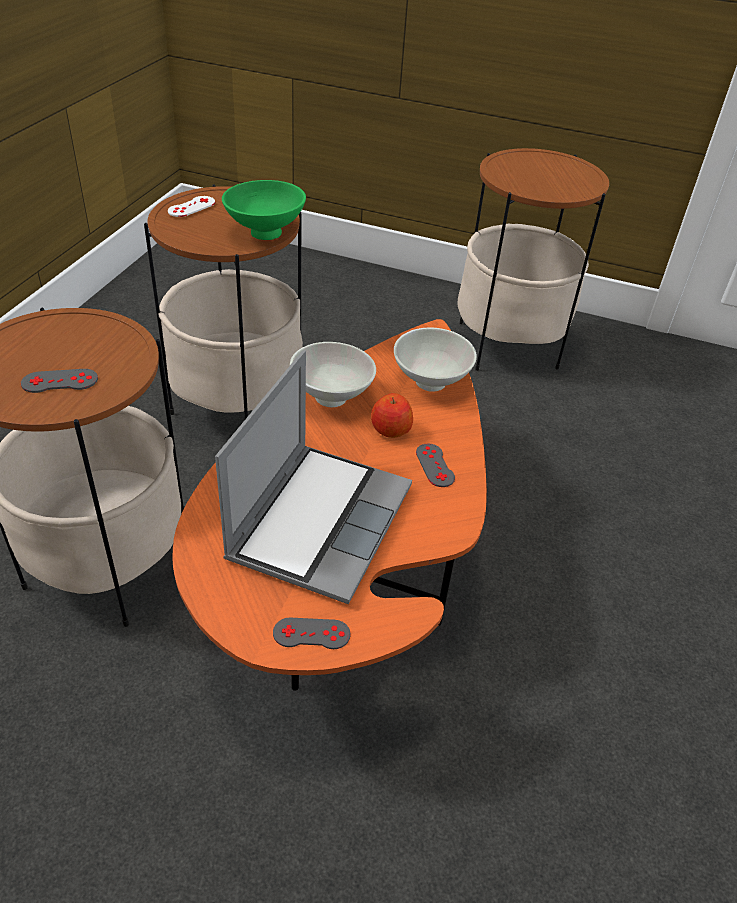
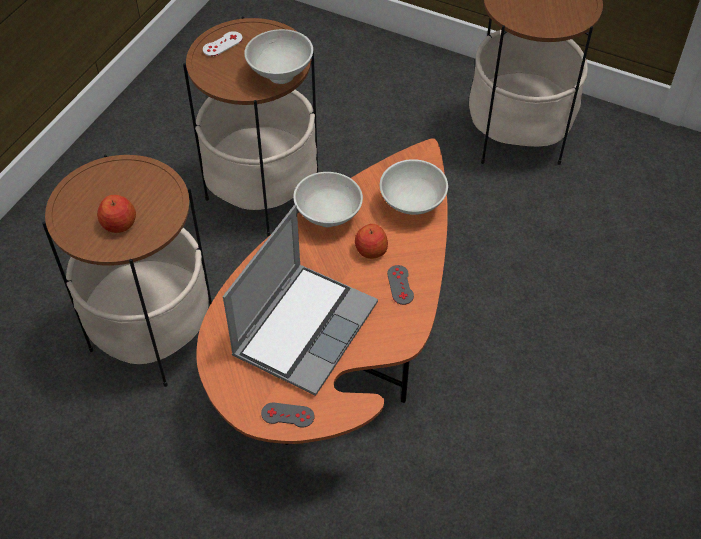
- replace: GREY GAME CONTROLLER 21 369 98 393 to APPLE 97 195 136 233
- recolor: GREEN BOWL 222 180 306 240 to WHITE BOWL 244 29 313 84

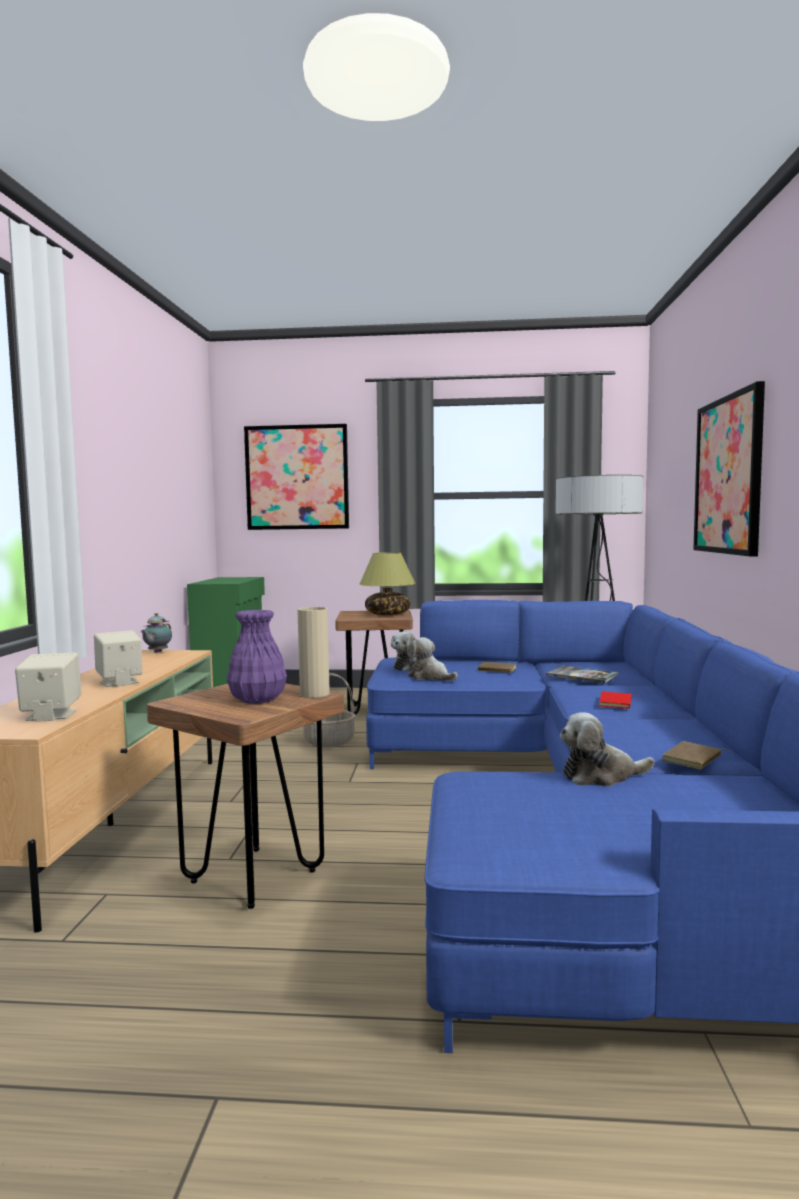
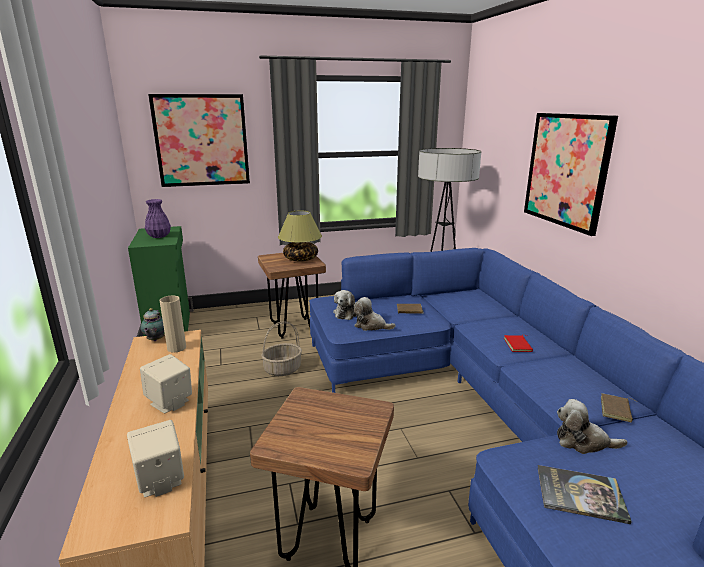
- move: PURPLE VASE 227 610 287 704 to 145 199 171 238
- move: BEIGE VASE 297 607 330 698 to 159 296 186 353
- move: BOOK 546 665 619 683 to 538 465 632 524
- rotate: PLUSH TOY 560 712 654 786 = 557 399 628 454 45 degrees clockwise

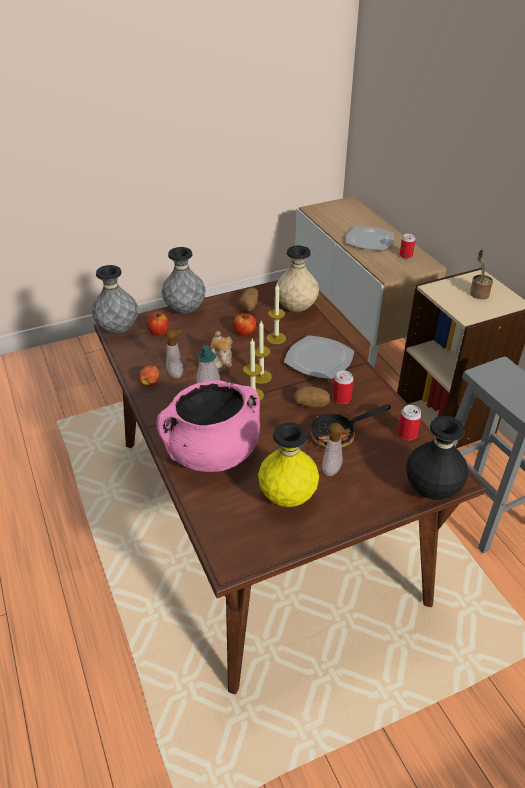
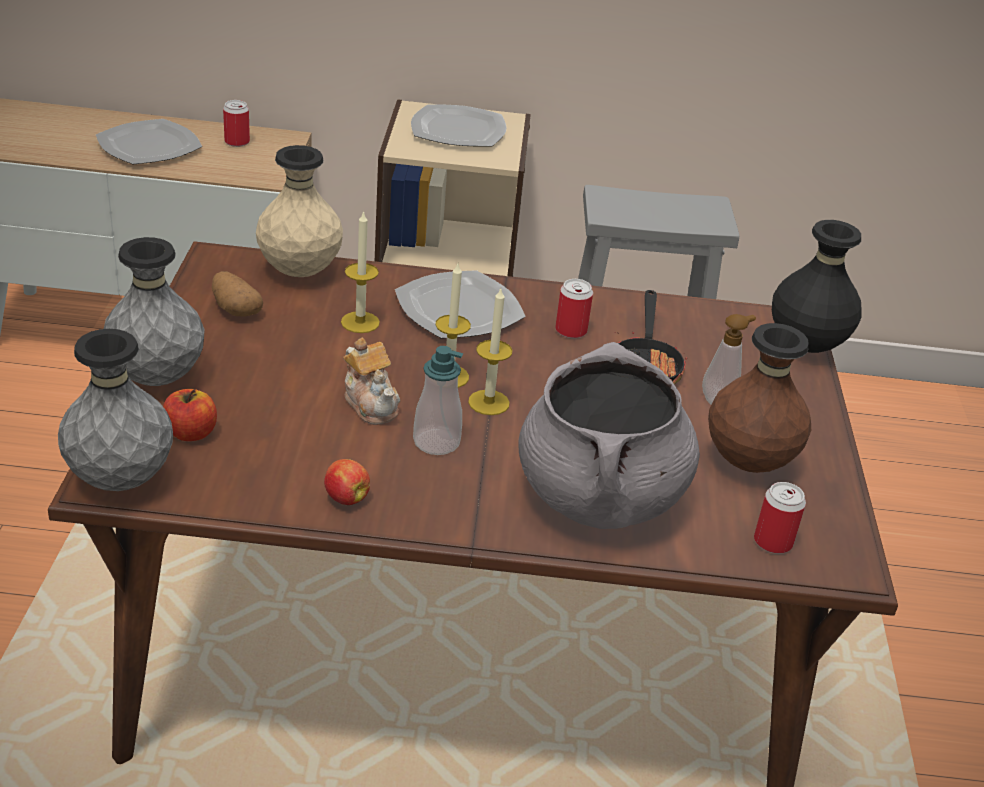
- replace: POTTED PLANT 470 249 493 299 to PLATE 411 104 506 147
- recolor: PINK COOKING POT 156 381 260 472 to GREY COOKING POT 518 342 700 529
- recolor: YELLOW VASE 258 422 319 507 to BROWN VASE 708 323 811 473
- move: CAN 398 405 422 440 to 754 482 806 554
- delete: SOAP DISPENSER 165 329 183 379
- delete: APPLE 233 313 257 336
- delete: POTATO 294 386 330 408

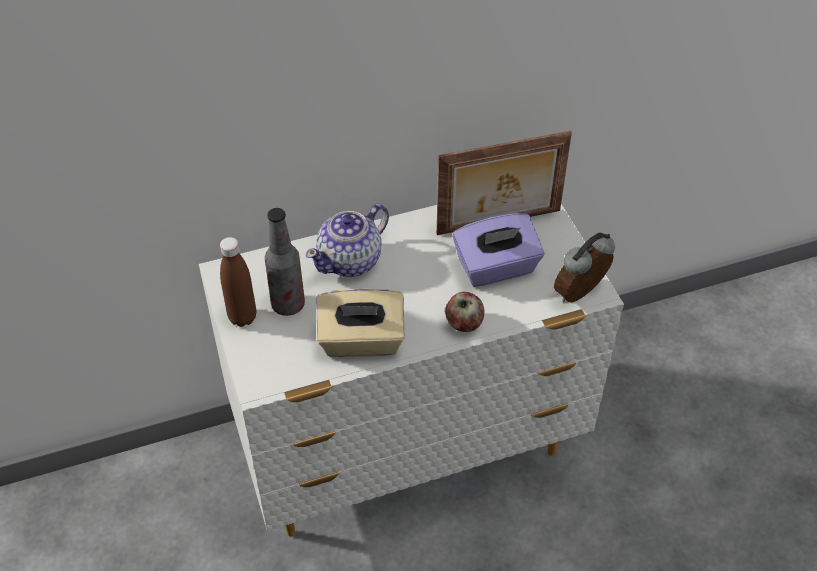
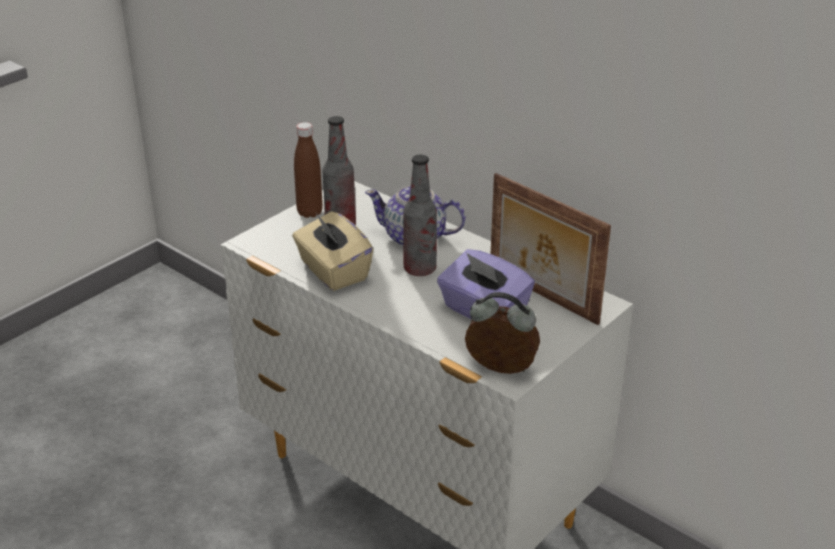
- insert: BOTTLE 404 155 437 276
- delete: APPLE 445 292 484 332

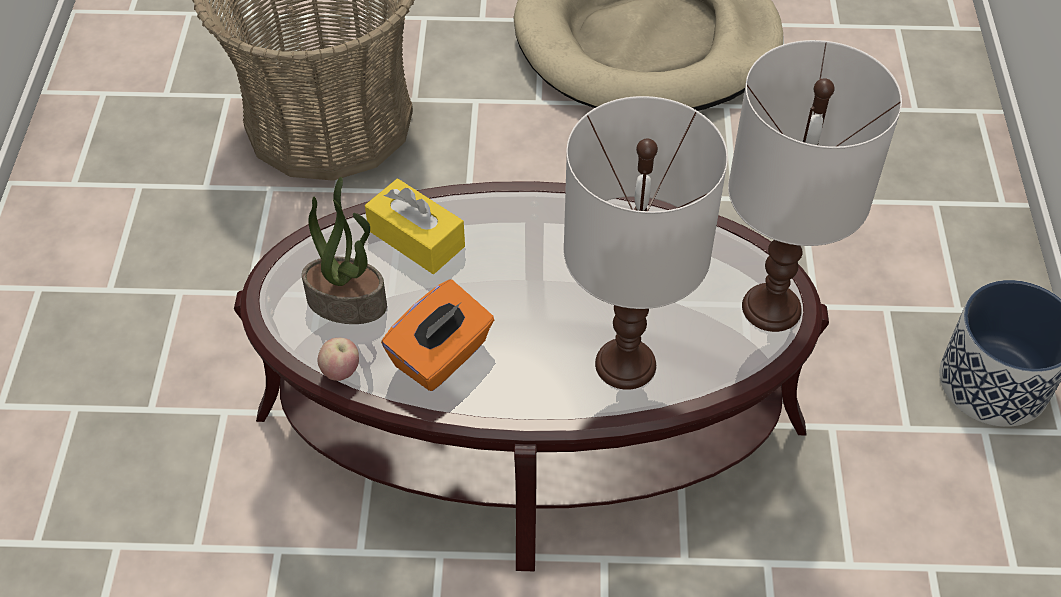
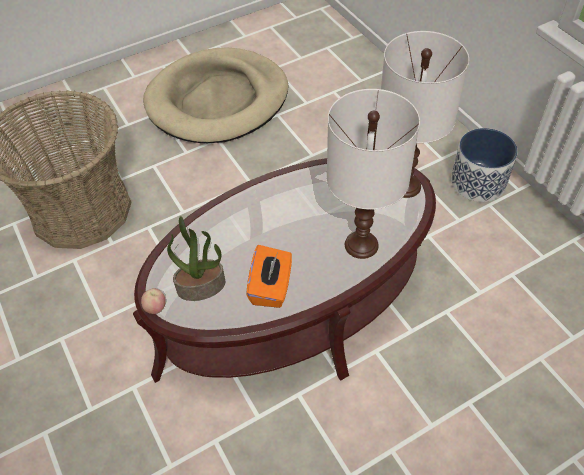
- move: APPLE 318 338 359 381 to 141 288 166 314
- delete: YELLOW TISSUE BOX 365 179 465 274

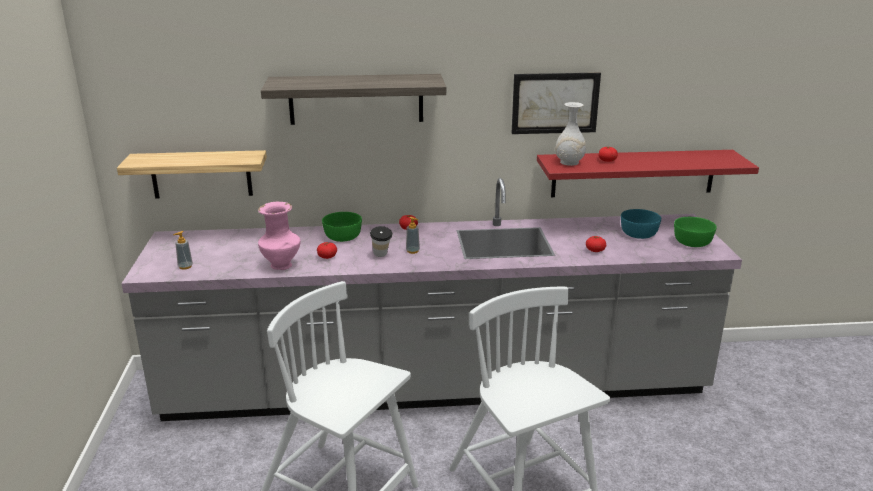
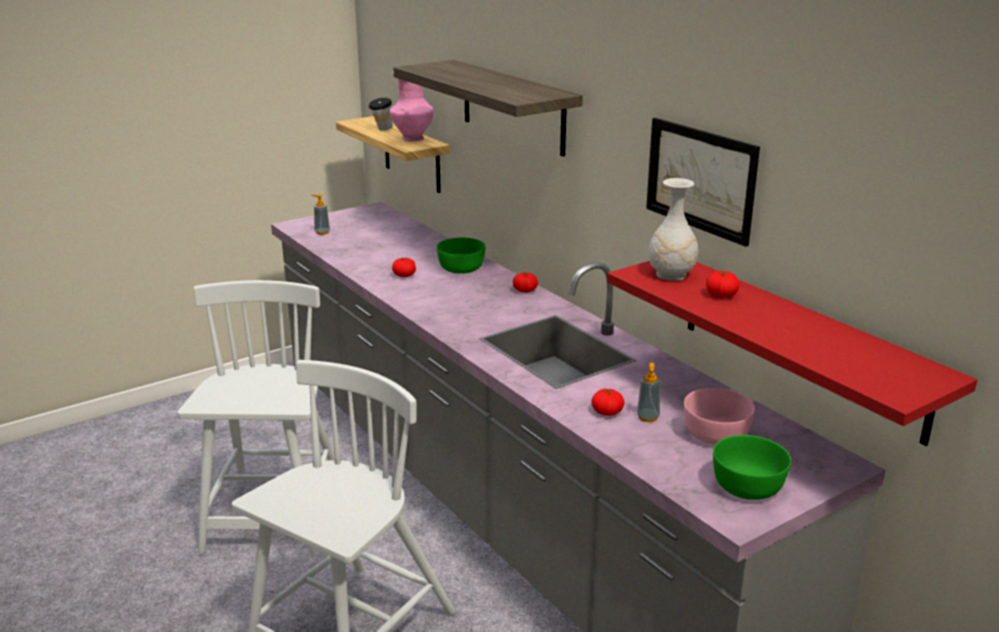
- move: CUP 370 226 393 257 to 368 98 393 131
- move: PINK VASE 258 202 301 270 to 390 71 434 142
- move: SOAP DISPENSER 406 217 420 254 to 637 363 661 422
- recolor: TURQUOISE BOWL 621 209 661 239 to PINK BOWL 684 388 755 445

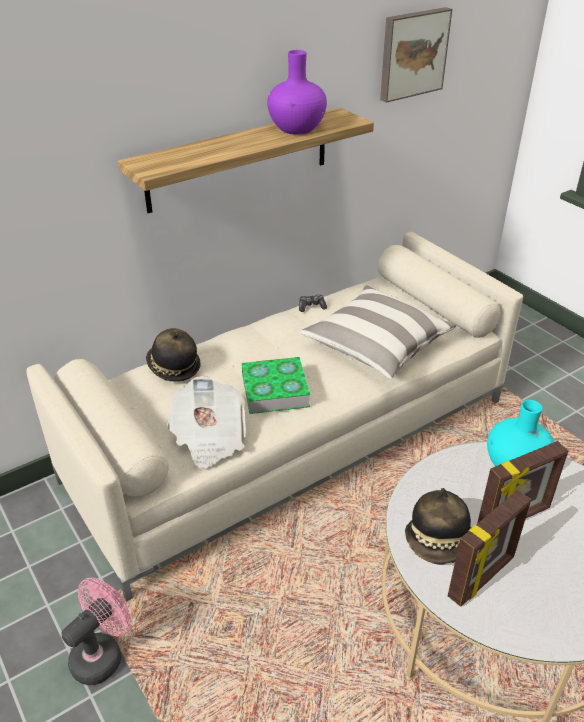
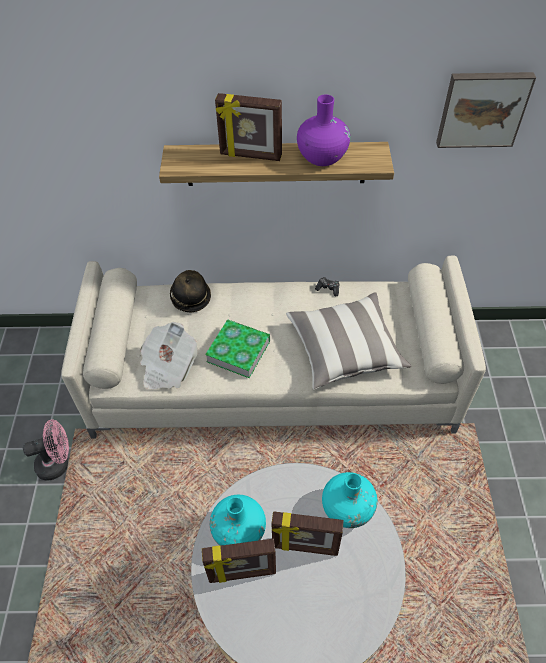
- replace: HAT 405 488 471 565 to TURQUOISE VASE 210 495 266 546
- insert: PICTURE FRAME 215 93 282 161

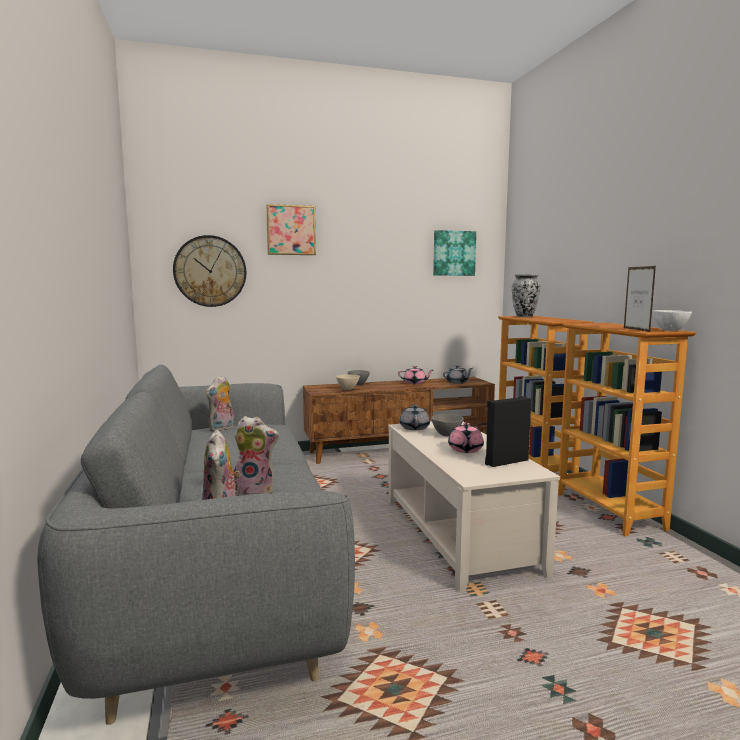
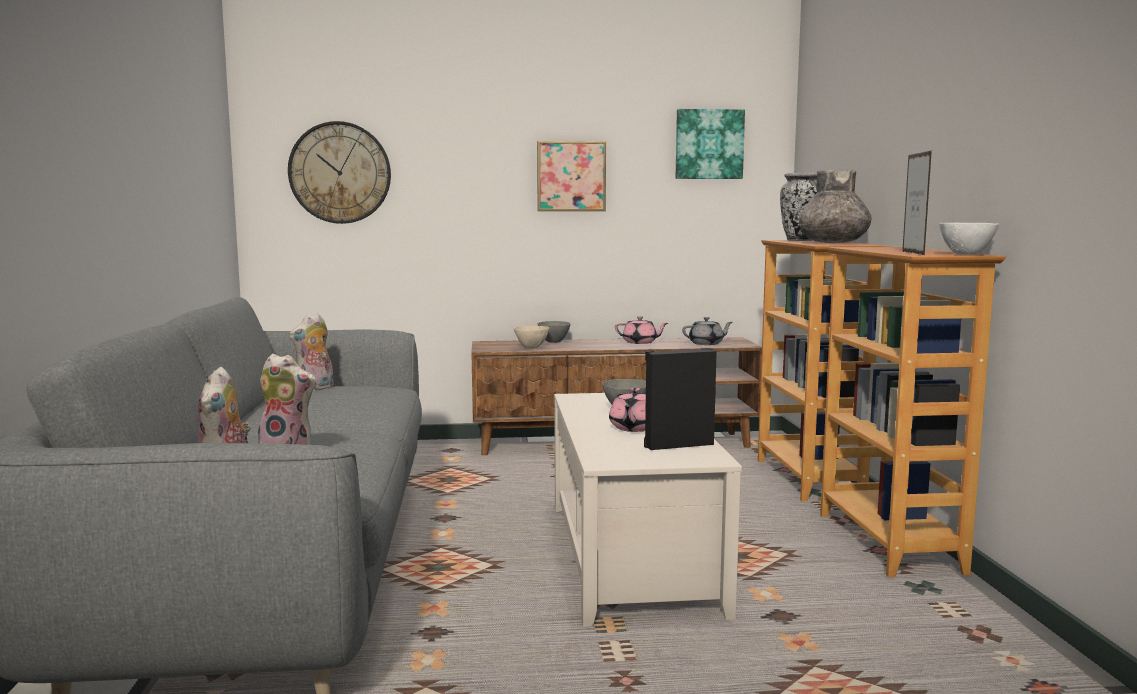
- move: PICTURE 266 204 316 255 to 537 141 606 211
- insert: GREY VASE 799 170 872 243
- delete: GREY TEAPOT 400 404 430 430

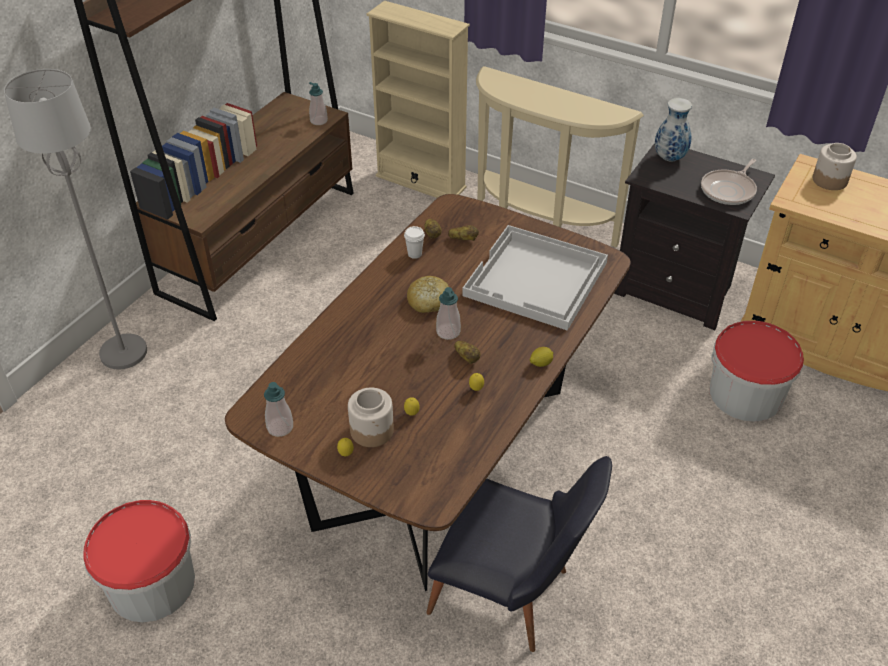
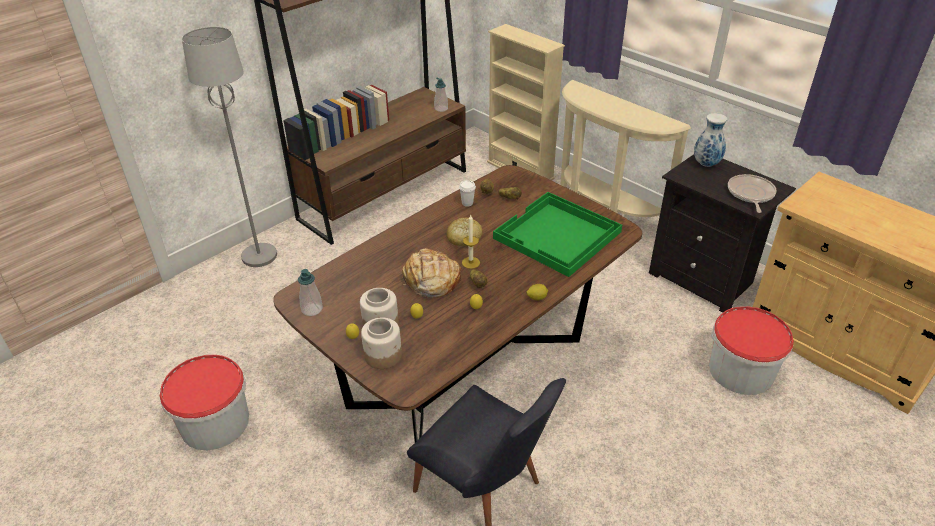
- move: JAR 813 143 857 190 to 361 317 402 369
- insert: BREAD 402 248 461 298
- replace: SOAP DISPENSER 436 287 461 340 to CANDLE 462 215 480 269
- recolor: WHITE TRAY 462 225 608 331 to GREEN TRAY 493 192 622 277
- rotate: FRYING PAN 701 159 757 205 = 728 174 776 213 135 degrees clockwise

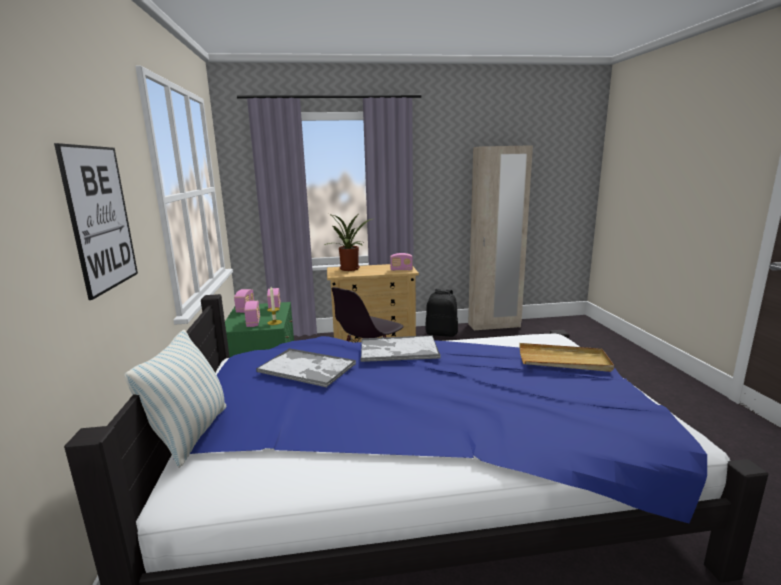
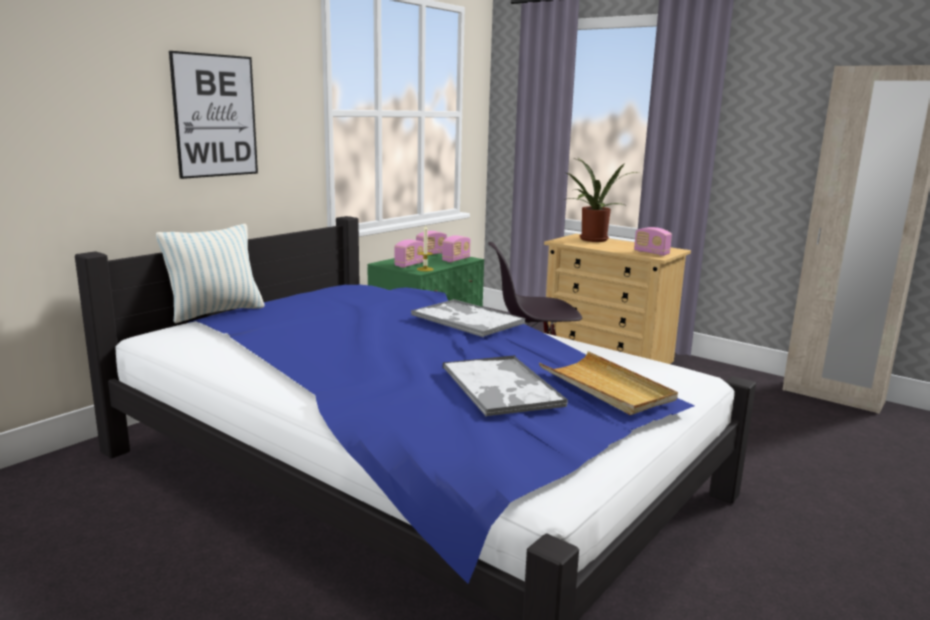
- move: TRAY 256 348 356 387 to 443 355 568 416
- delete: BLACK BACKPACK 425 289 458 337

